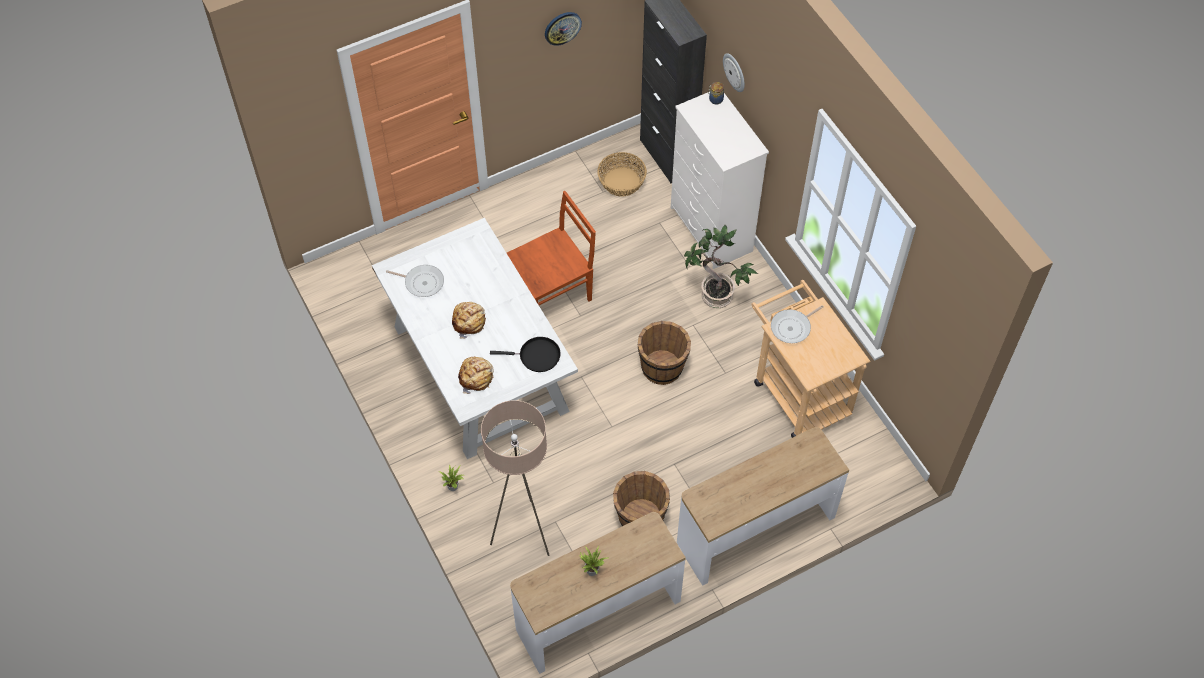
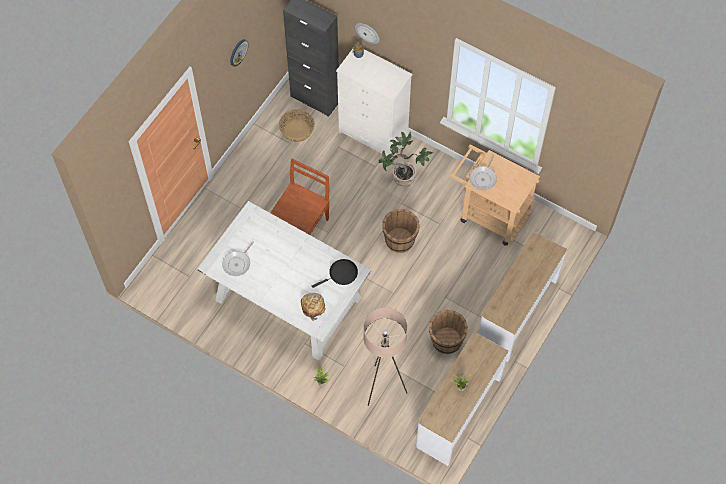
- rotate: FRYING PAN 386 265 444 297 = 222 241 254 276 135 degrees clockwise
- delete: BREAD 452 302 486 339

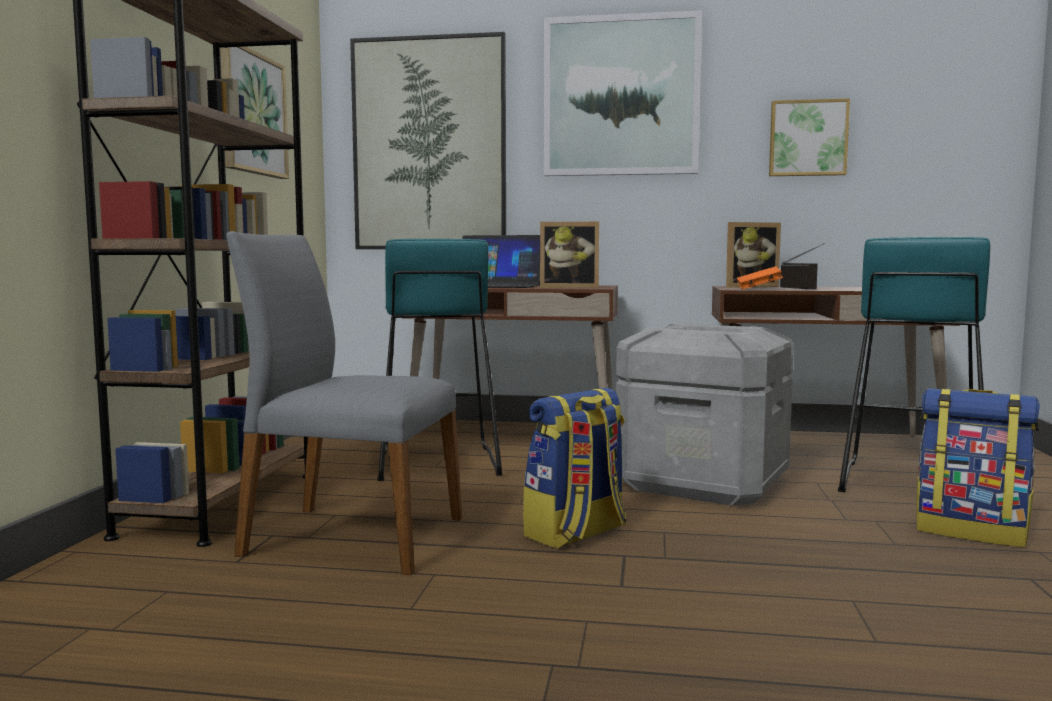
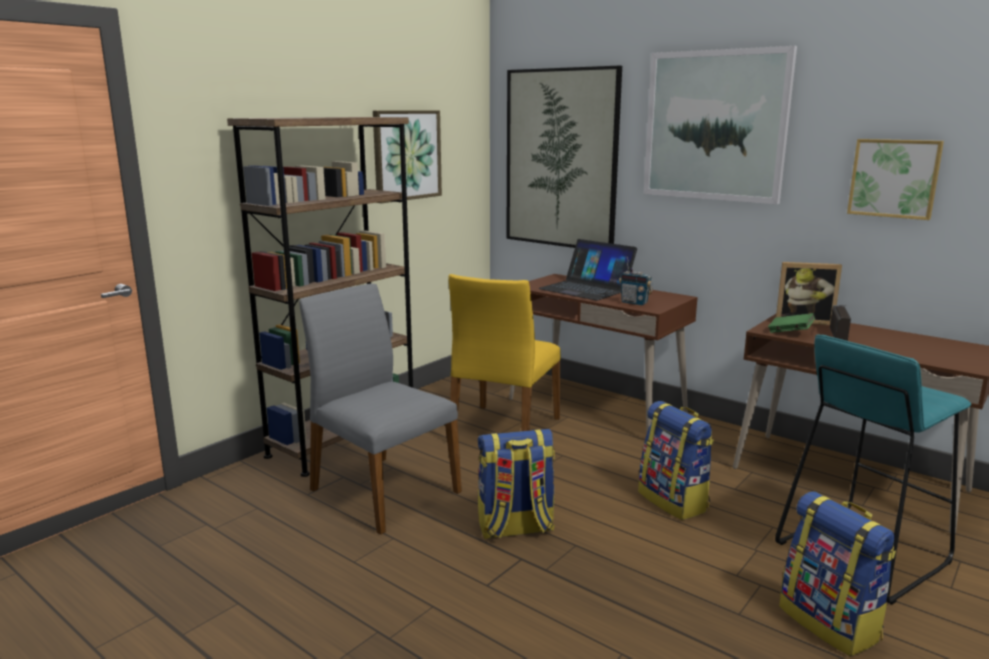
- replace: TURQUOISE STOOL 377 239 502 481 to YELLOW CHAIR 449 274 561 431
- replace: PICTURE FRAME 540 222 599 288 to RADIO 619 256 653 305
- replace: GREY STORAGE BOX 616 324 794 505 to BACKPACK 638 401 714 520
- recolor: ORANGE BOOK 737 266 783 289 to GREEN BOOK 768 313 815 333

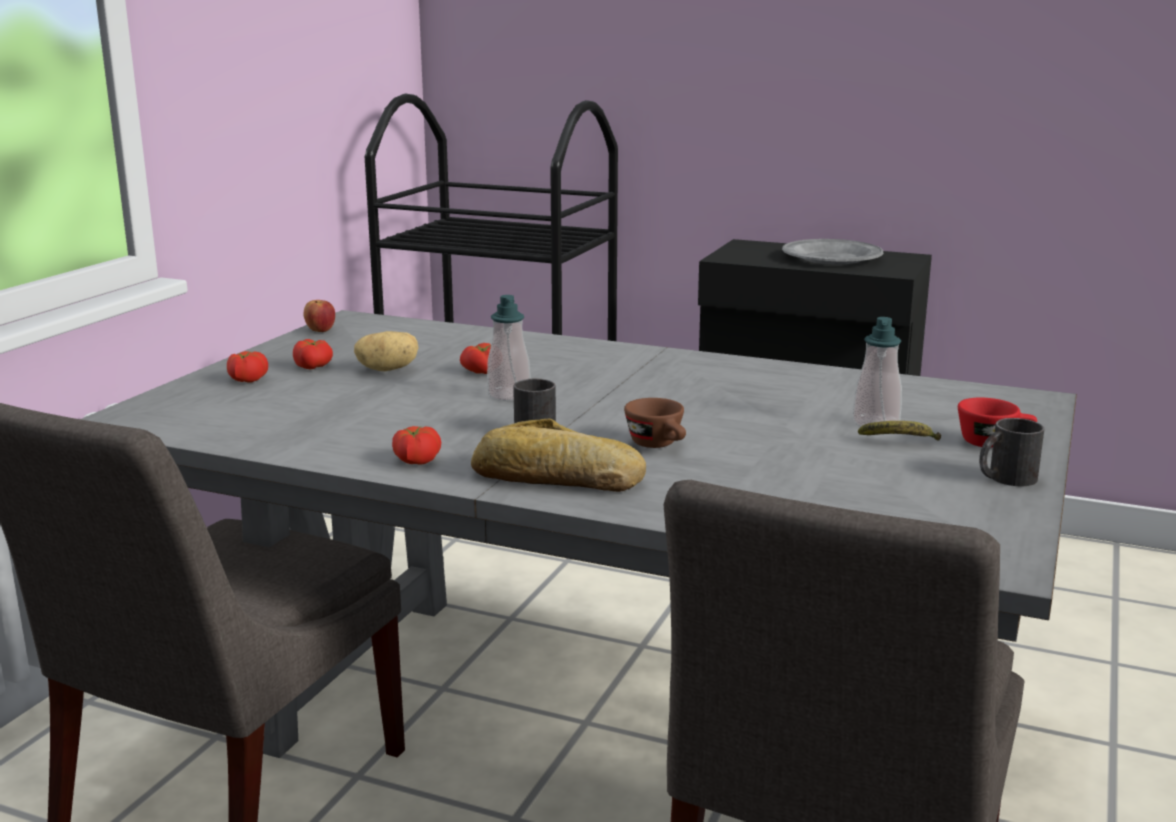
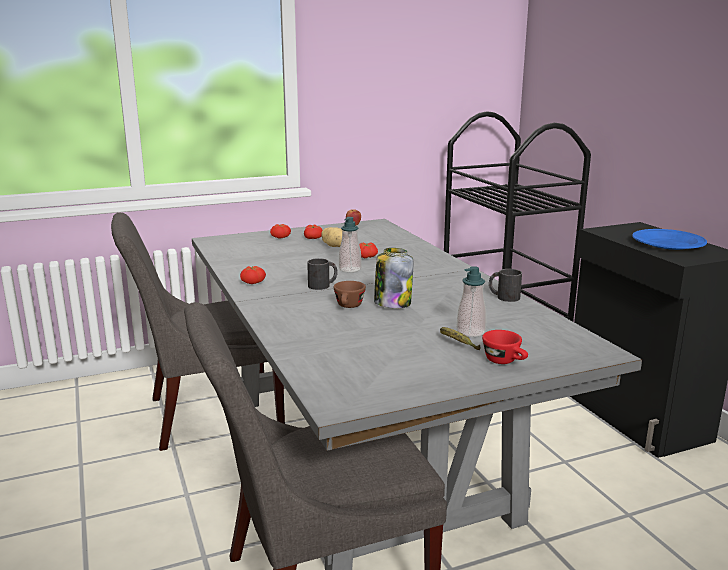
- insert: JAR 374 248 413 308
- move: BLACK MUG 979 418 1044 486 to 489 269 522 302
- recolor: GREY PLATE 782 239 883 264 to BLUE PLATE 632 229 707 250
- delete: BREAD 471 418 646 492

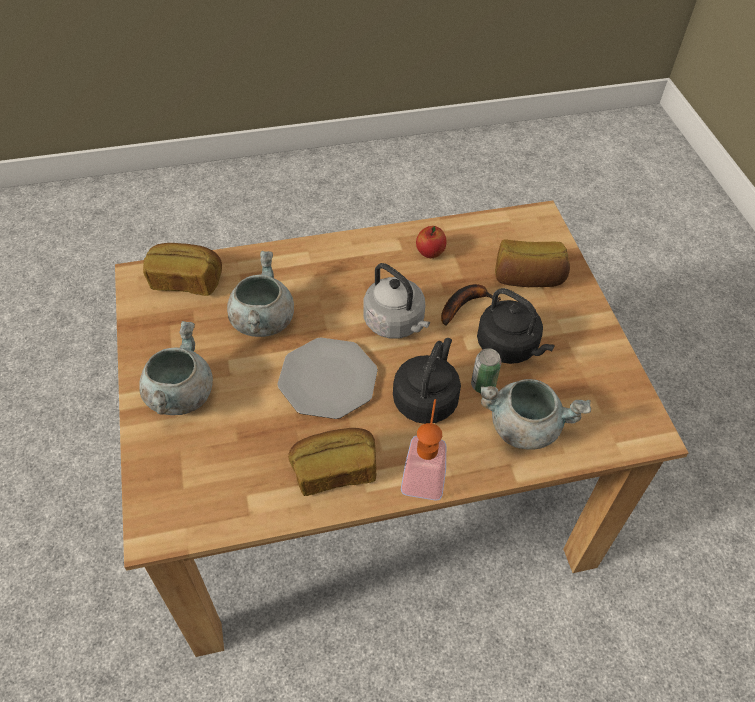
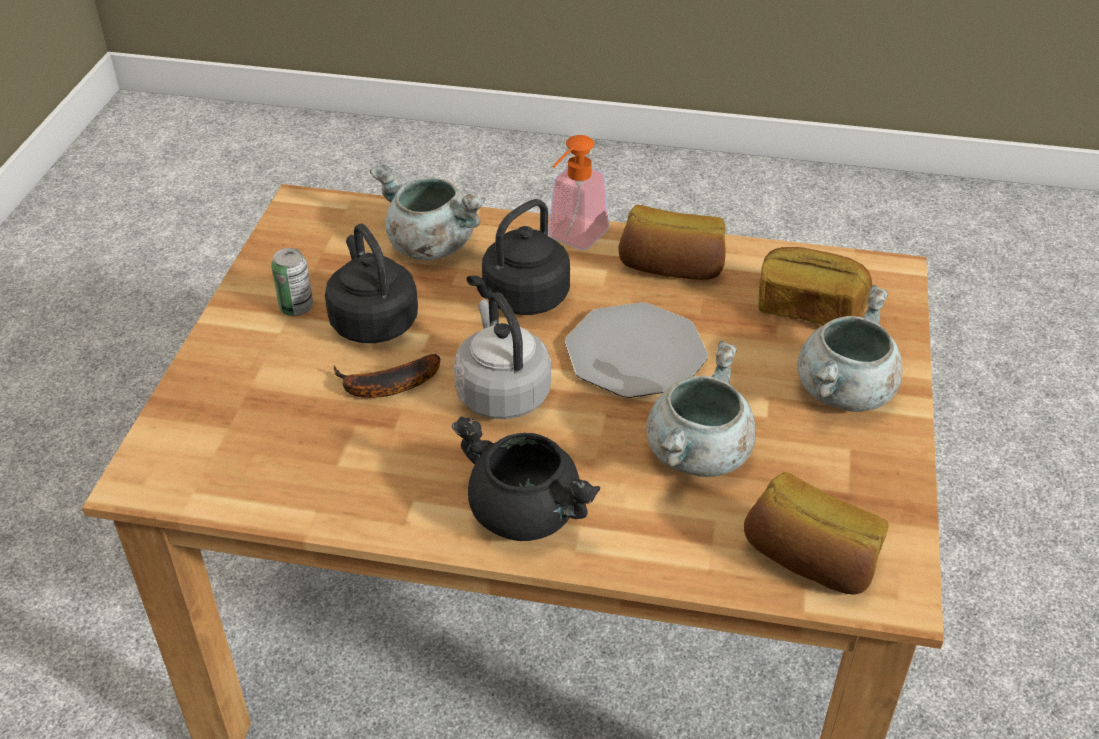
- move: CAN 471 348 501 393 to 271 248 313 316
- insert: BLACK COOKING POT 452 417 600 541
- move: BREAD 495 239 570 287 to 758 247 872 326
- delete: APPLE 416 226 446 258

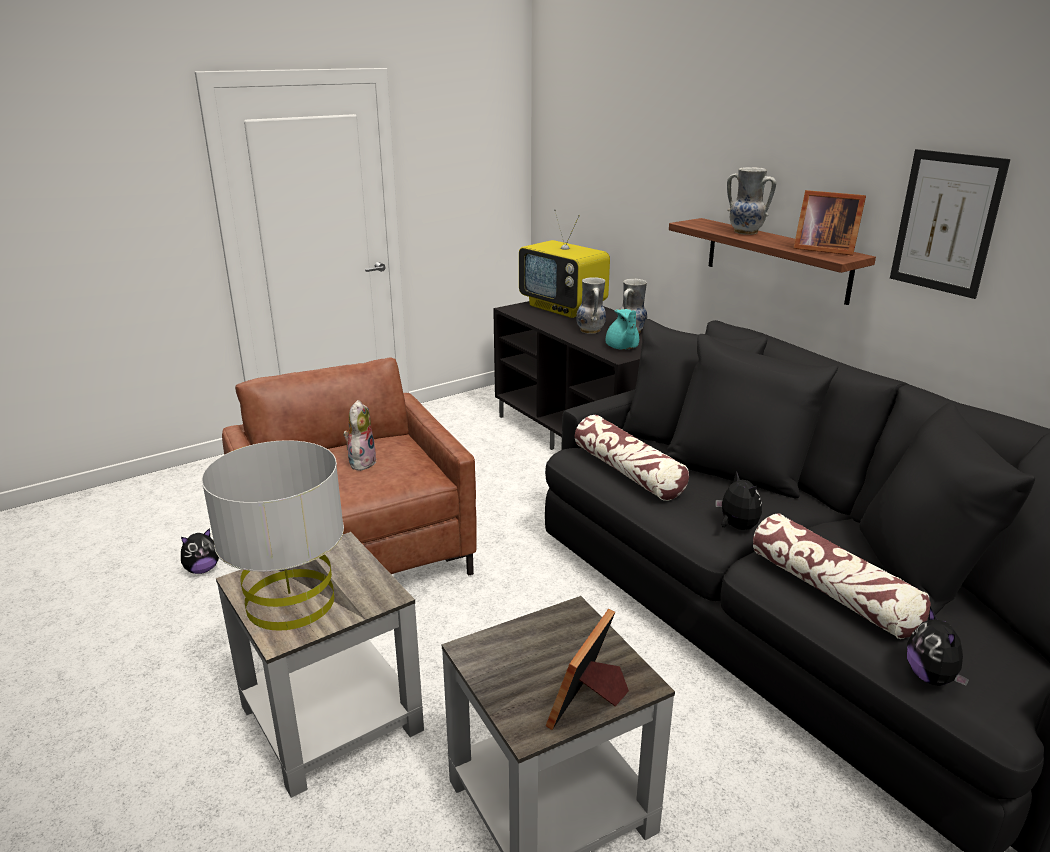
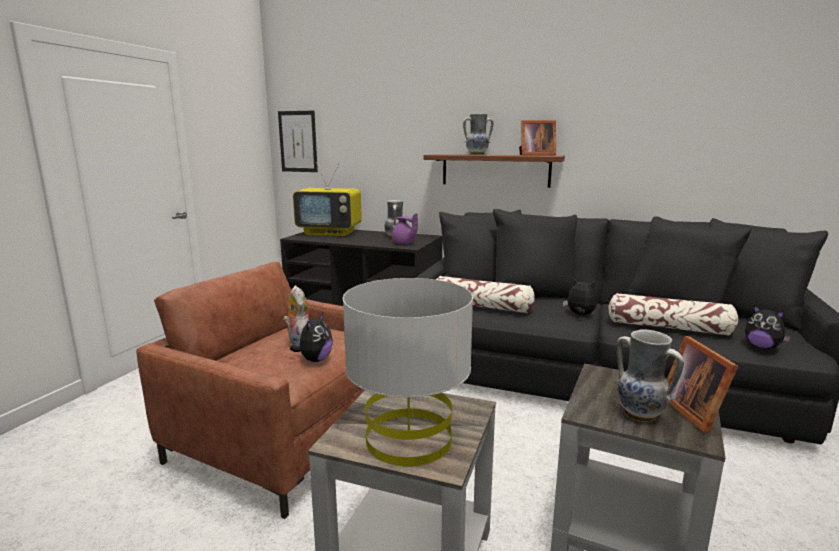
- move: PICTURE 890 149 1010 299 to 278 111 318 172
- move: PLUSH TOY 181 528 219 574 to 290 313 333 362
- recolor: TURQUOISE TEAPOT 606 309 639 350 to PURPLE TEAPOT 392 213 418 244
- move: VASE 576 277 606 334 to 617 330 684 422

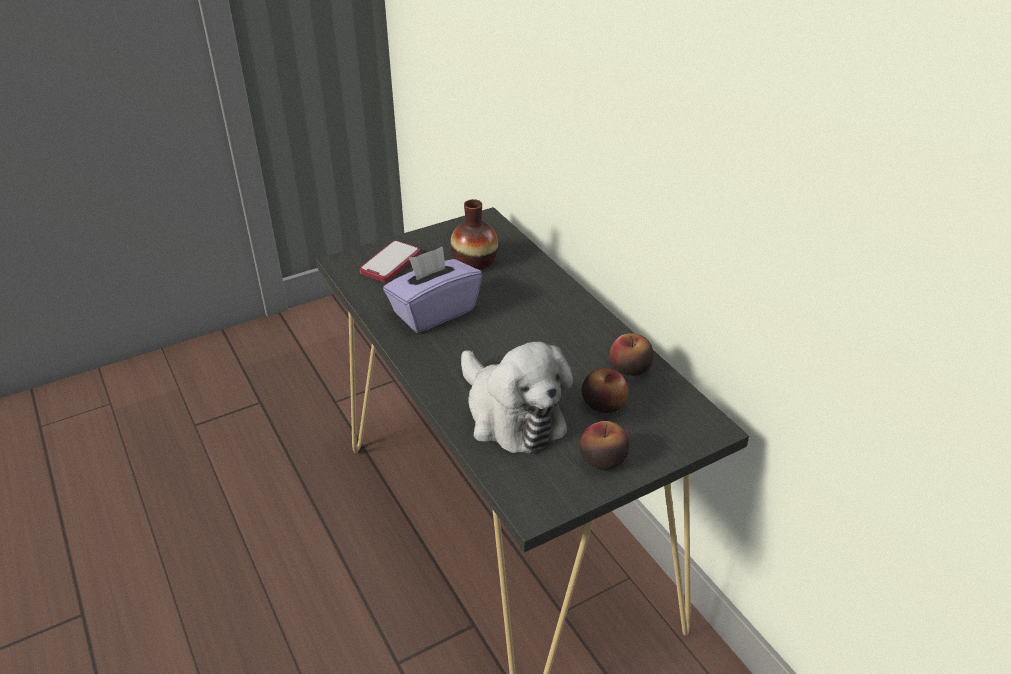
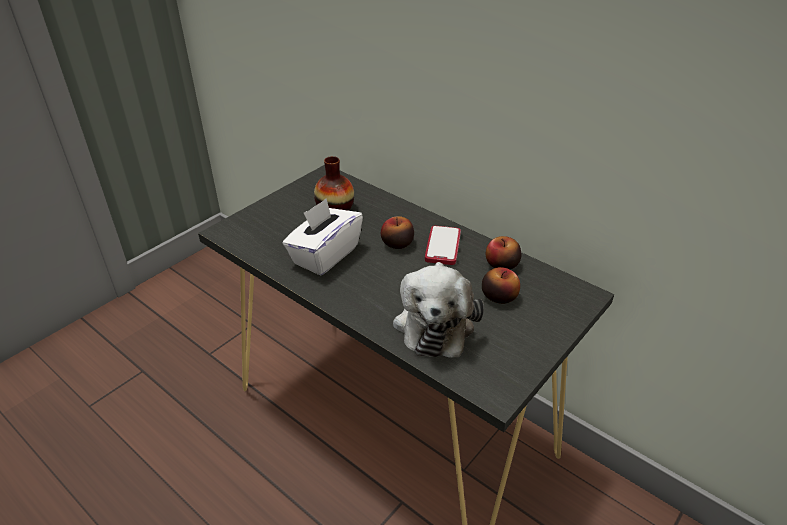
- recolor: PURPLE TISSUE BOX 383 246 482 333 to WHITE TISSUE BOX 283 198 363 275
- move: APPLE 580 421 629 470 to 381 216 414 249
- rotate: PLUSH TOY 461 342 573 454 = 393 262 484 358 60 degrees clockwise
- move: PHONE 360 241 420 282 to 425 226 461 265

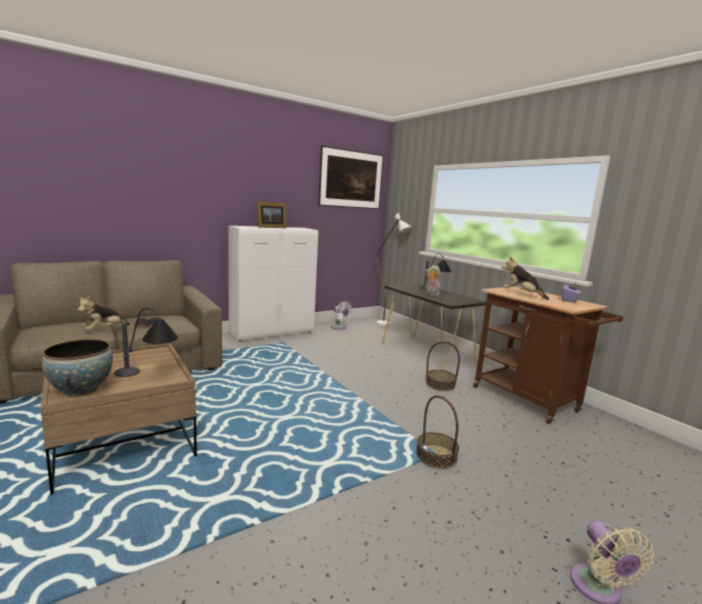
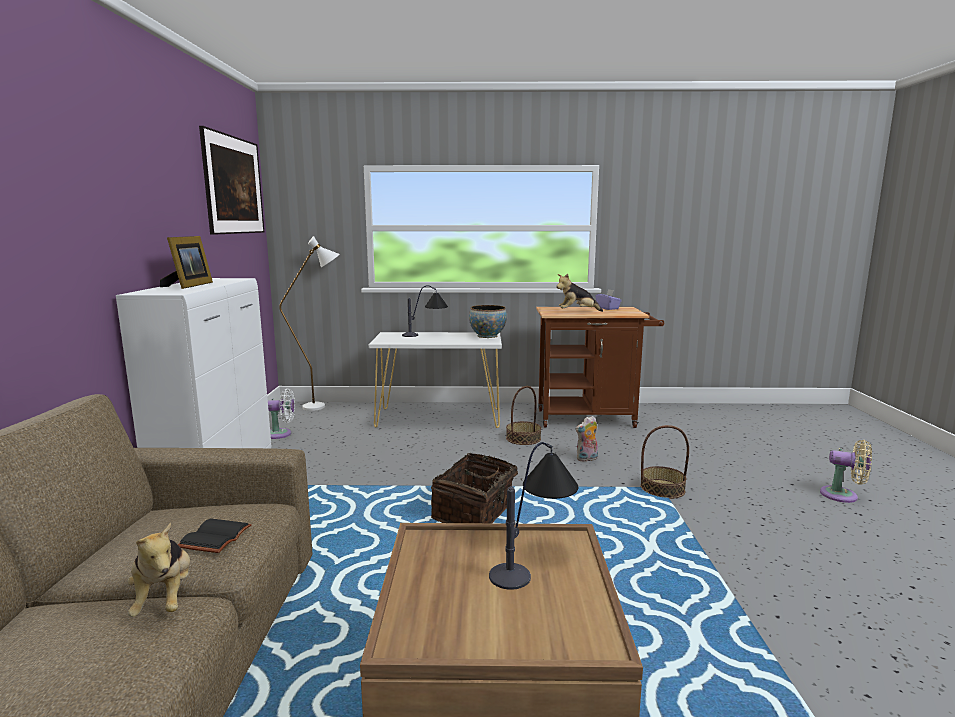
- recolor: BLACK CONSOLE TABLE 383 283 486 371 to WHITE CONSOLE TABLE 369 332 502 428
- insert: BASKET 431 453 522 523
- move: BOWL 42 339 113 397 to 469 305 507 338
- move: PLUSH TOY 424 265 441 296 to 576 416 598 462

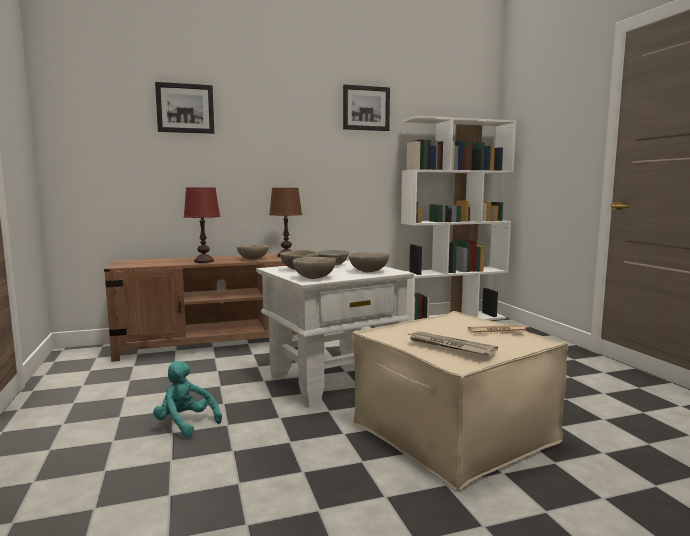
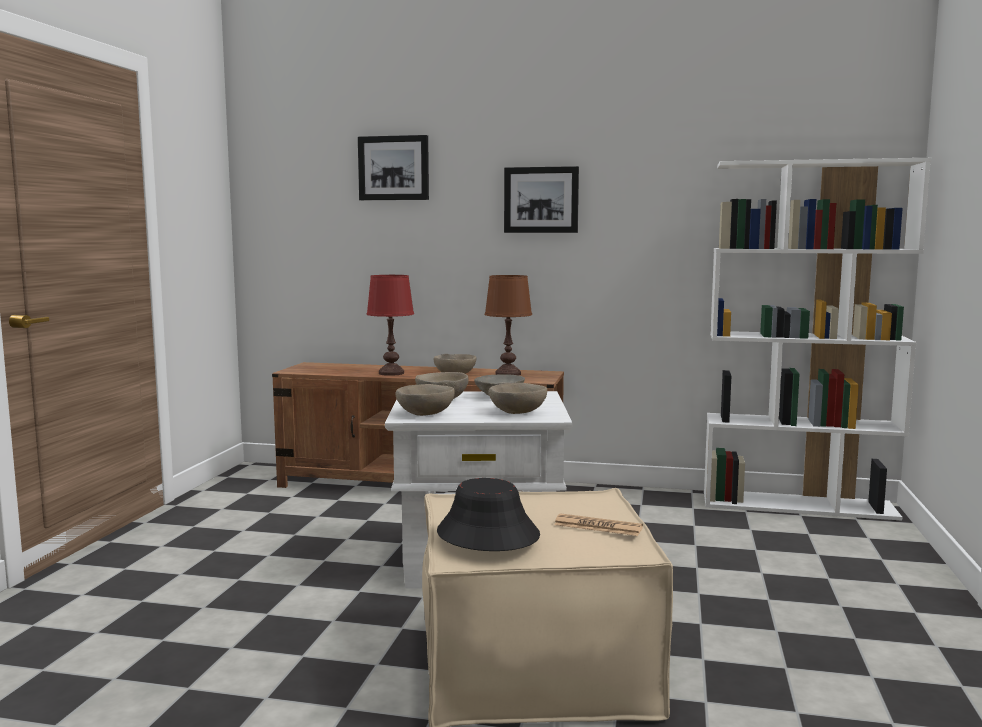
- replace: NEWSPAPER 407 331 498 356 to BLACK HAT 437 478 540 551
- move: PICTURE 343 84 390 131 to 504 166 579 233
- delete: TURQUOISE PLUSH TOY 153 361 222 437

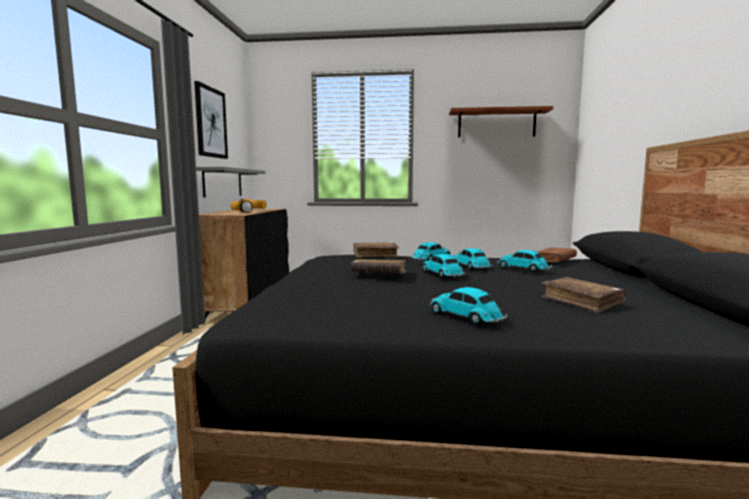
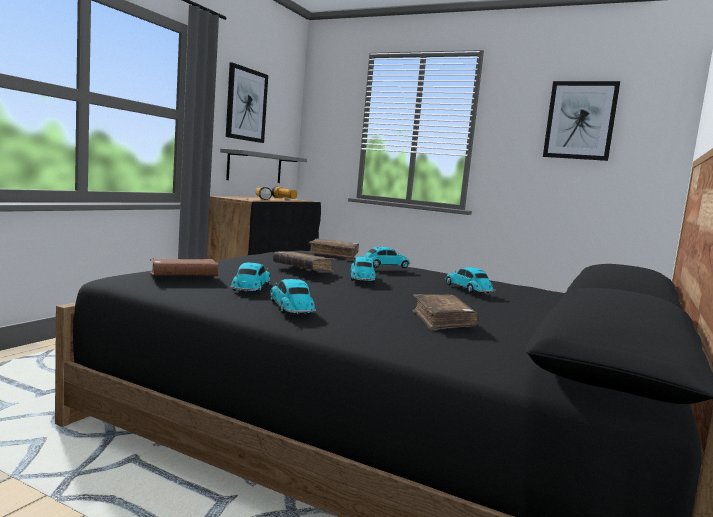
- move: BROWN BOOK 537 247 577 262 to 150 259 219 276
- move: TOY CAR 454 248 492 270 to 230 263 271 293
- replace: BROWN SHELF 449 106 553 138 to PICTURE 543 81 620 161

